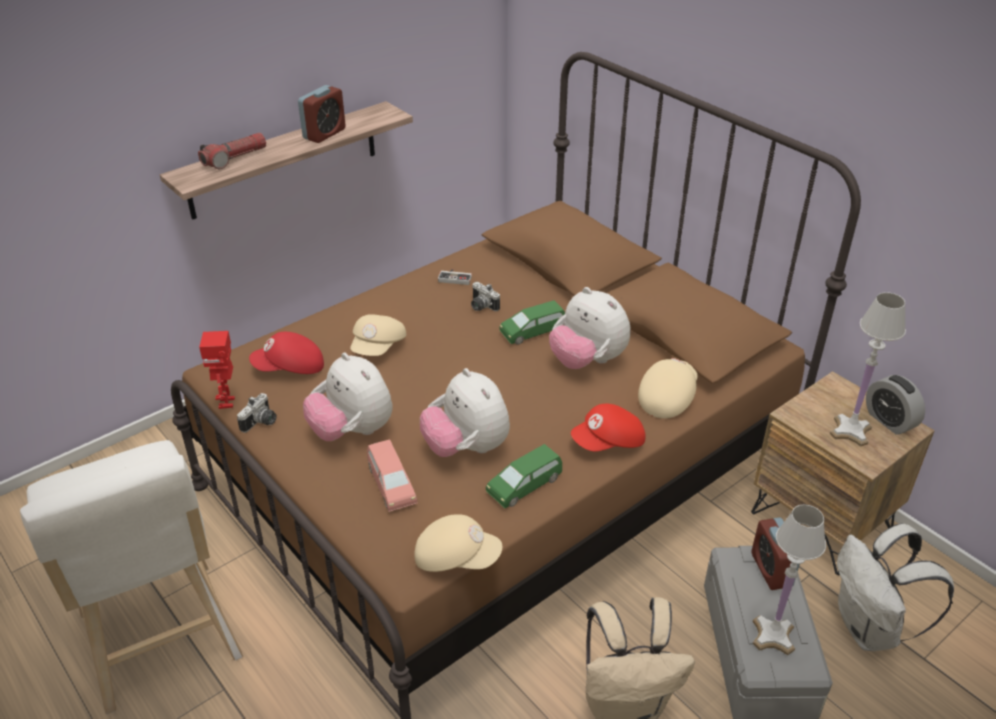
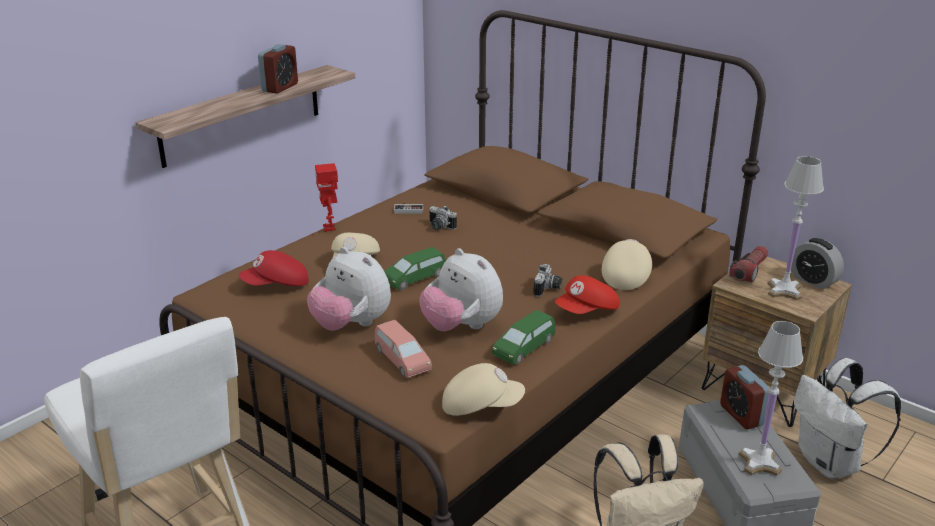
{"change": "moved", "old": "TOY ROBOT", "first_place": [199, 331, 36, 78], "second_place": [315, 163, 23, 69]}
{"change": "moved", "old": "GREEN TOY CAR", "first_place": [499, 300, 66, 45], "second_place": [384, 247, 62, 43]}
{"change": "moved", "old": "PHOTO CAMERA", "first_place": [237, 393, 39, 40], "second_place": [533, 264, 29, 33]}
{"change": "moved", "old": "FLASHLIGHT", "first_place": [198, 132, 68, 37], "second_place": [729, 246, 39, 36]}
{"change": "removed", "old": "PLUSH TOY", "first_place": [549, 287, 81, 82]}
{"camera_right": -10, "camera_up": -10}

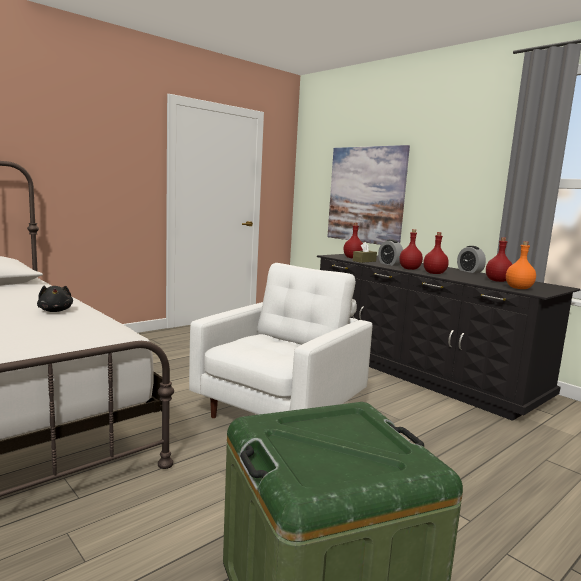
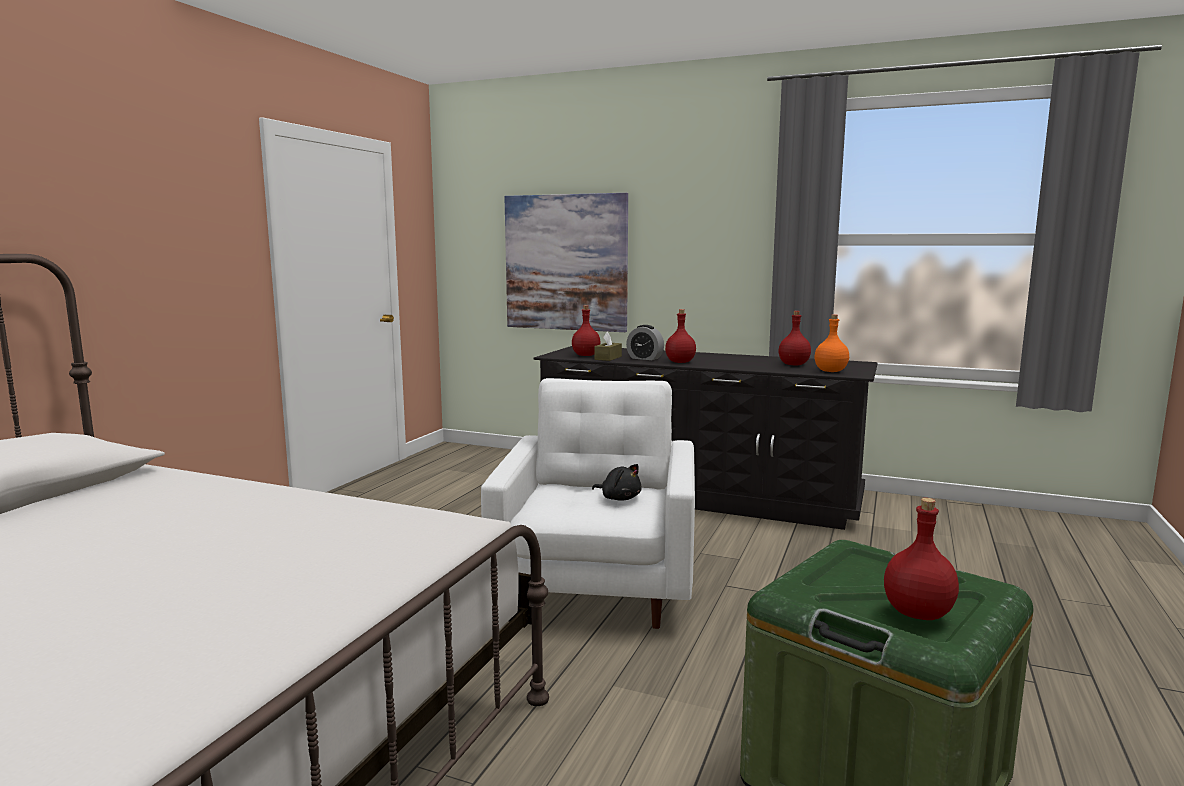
{"change": "moved", "old": "BLACK PLUSH TOY", "first_place": [37, 286, 36, 26], "second_place": [592, 464, 50, 37]}
{"change": "moved", "old": "RED BOTTLE", "first_place": [423, 232, 26, 42], "second_place": [884, 498, 75, 122]}
{"change": "removed", "old": "ALARM CLOCK", "first_place": [457, 246, 29, 27]}
{"camera_right": -25, "camera_up": 0}

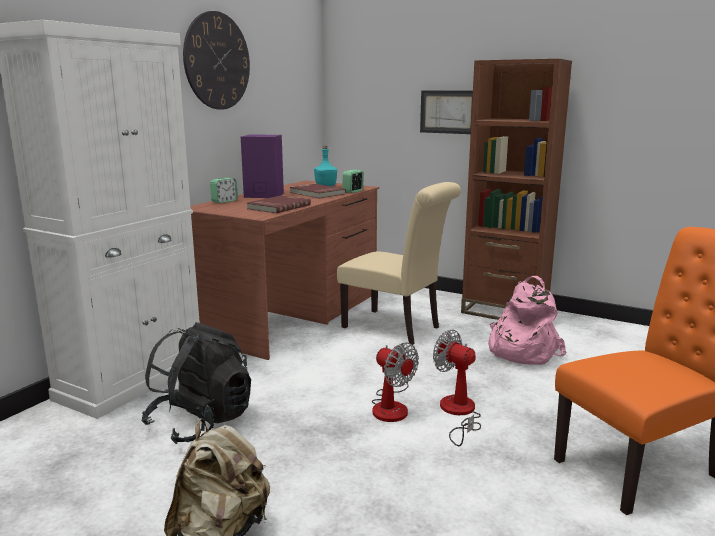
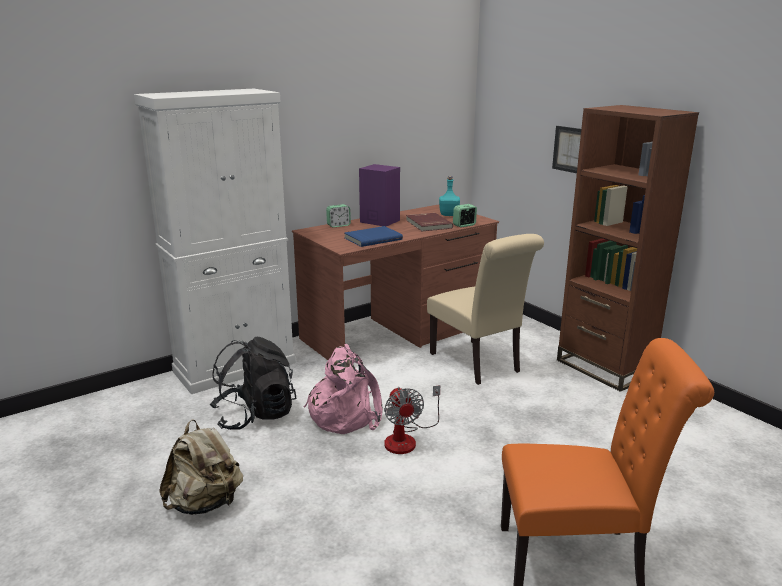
{"change": "moved", "old": "PINK BACKPACK", "first_place": [488, 276, 78, 89], "second_place": [304, 344, 79, 90]}
{"change": "recoloured", "old": "RED BOOK", "new": "BLUE BOOK", "first_place": [247, 195, 64, 18], "second_place": [345, 226, 58, 21]}
{"change": "removed", "old": "WALL CLOCK", "first_place": [183, 11, 67, 99]}
{"change": "removed", "old": "FAN", "first_place": [433, 330, 48, 116]}
{"camera_right": 25, "camera_up": 5}

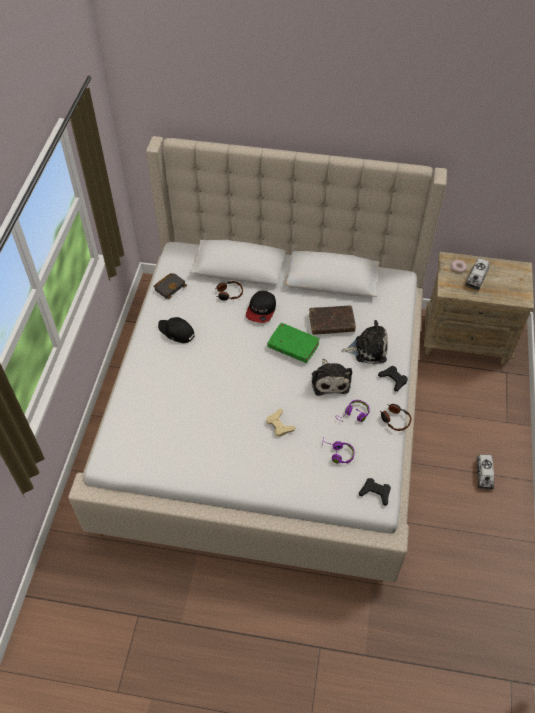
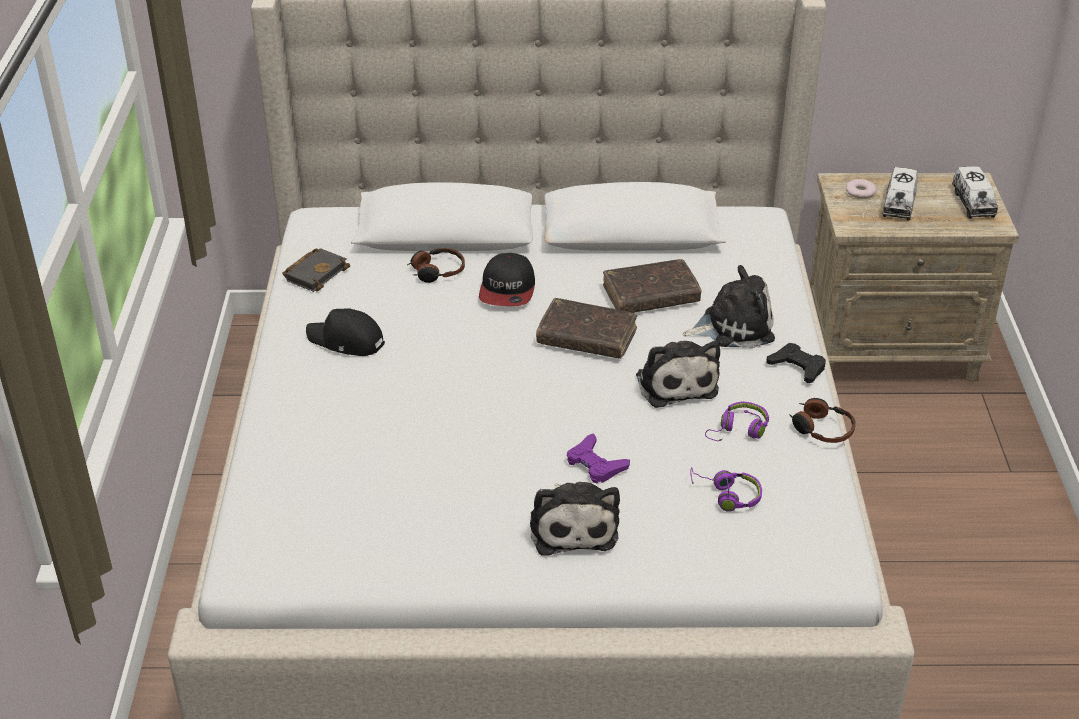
{"change": "added", "new": "PLUSH TOY", "second_place": [530, 482, 90, 74]}
{"change": "recoloured", "old": "GREEN BOOK", "new": "BROWN BOOK", "first_place": [267, 323, 53, 40], "second_place": [536, 298, 101, 61]}
{"change": "recoloured", "old": "BEIGE GAME CONTROLLER", "new": "PURPLE GAME CONTROLLER", "first_place": [266, 409, 30, 28], "second_place": [567, 433, 63, 50]}
{"change": "moved", "old": "TOY TRUCK", "first_place": [477, 454, 17, 36], "second_place": [952, 166, 46, 53]}
{"change": "removed", "old": "BLACK GAME CONTROLLER", "first_place": [359, 478, 32, 28]}
{"camera_right": -10, "camera_up": -15}

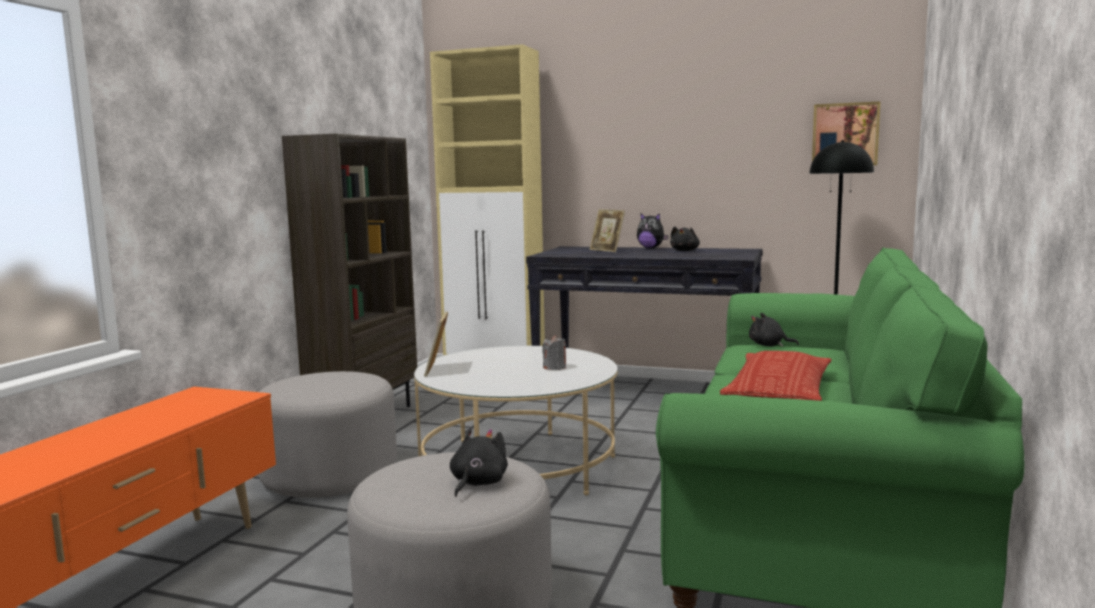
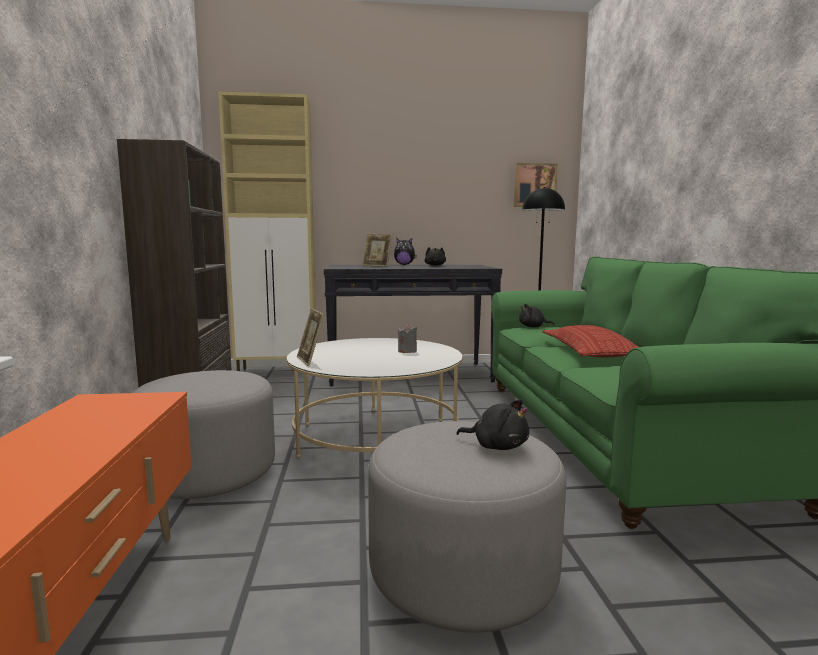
{"change": "turned", "old": "BLACK PLUSH TOY", "first_place": [450, 428, 58, 69], "second_place": [456, 400, 73, 50], "degrees": 120}
{"camera_right": -25, "camera_up": 0}

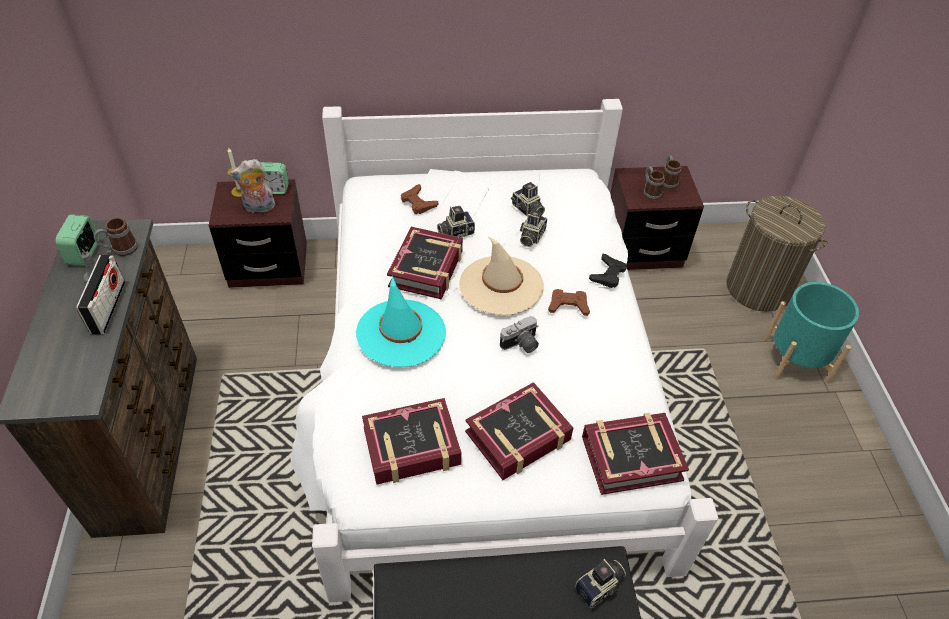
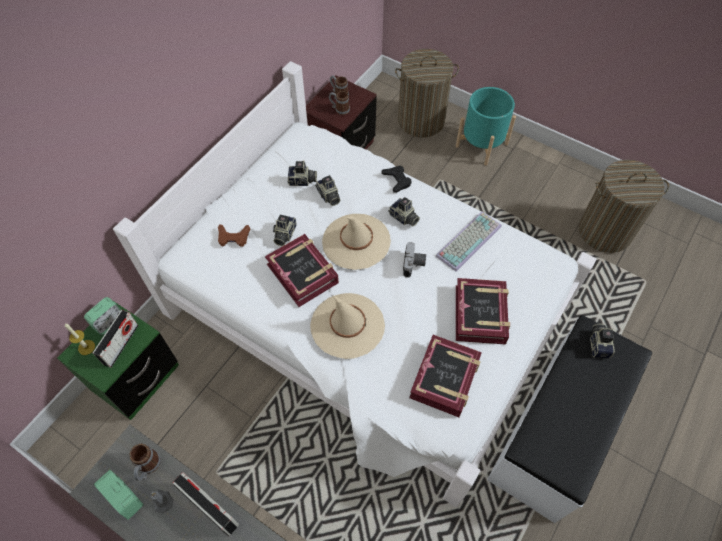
{"change": "recoloured", "old": "BROWN NIGHTSTAND", "new": "GREEN NIGHTSTAND", "first_place": [209, 179, 98, 109], "second_place": [57, 302, 122, 118]}
{"change": "replaced", "old": "PLUSH TOY", "new": "RADIO", "first_place": [230, 159, 45, 54], "second_place": [93, 310, 46, 58]}
{"change": "recoloured", "old": "TURQUOISE HAT", "new": "BEIGE HAT", "first_place": [356, 275, 90, 92], "second_place": [310, 293, 75, 66]}
{"change": "replaced", "old": "BROWN GAME CONTROLLER", "new": "PHOTO CAMERA", "first_place": [548, 289, 42, 27], "second_place": [388, 197, 32, 29]}
{"change": "added", "new": "KEYBOARD", "second_place": [436, 211, 66, 60]}
{"change": "added", "new": "LAUNDRY BASKET", "second_place": [579, 160, 90, 93]}
{"change": "removed", "old": "BOOK", "first_place": [582, 413, 107, 82]}
{"camera_right": -50, "camera_up": 10}

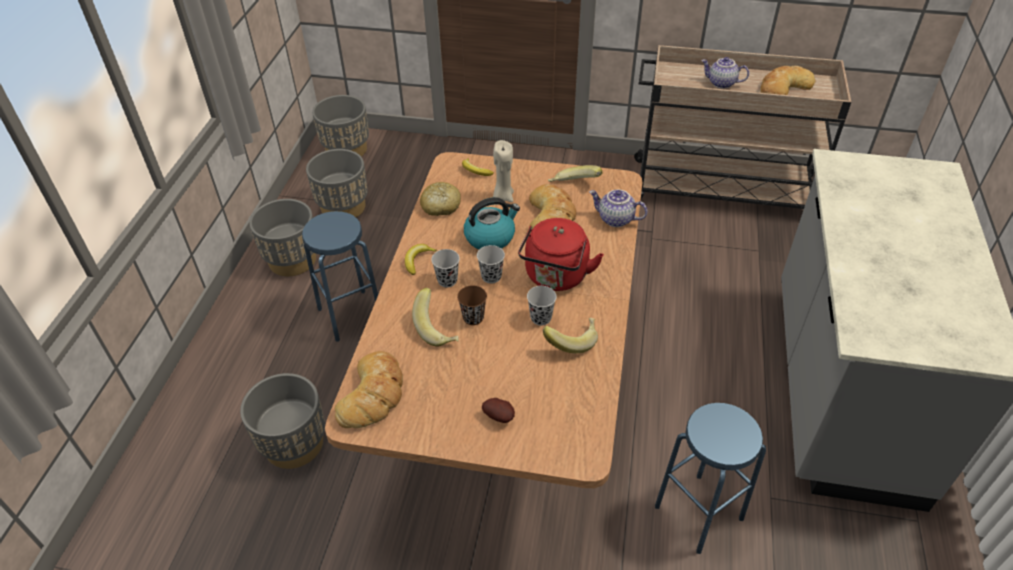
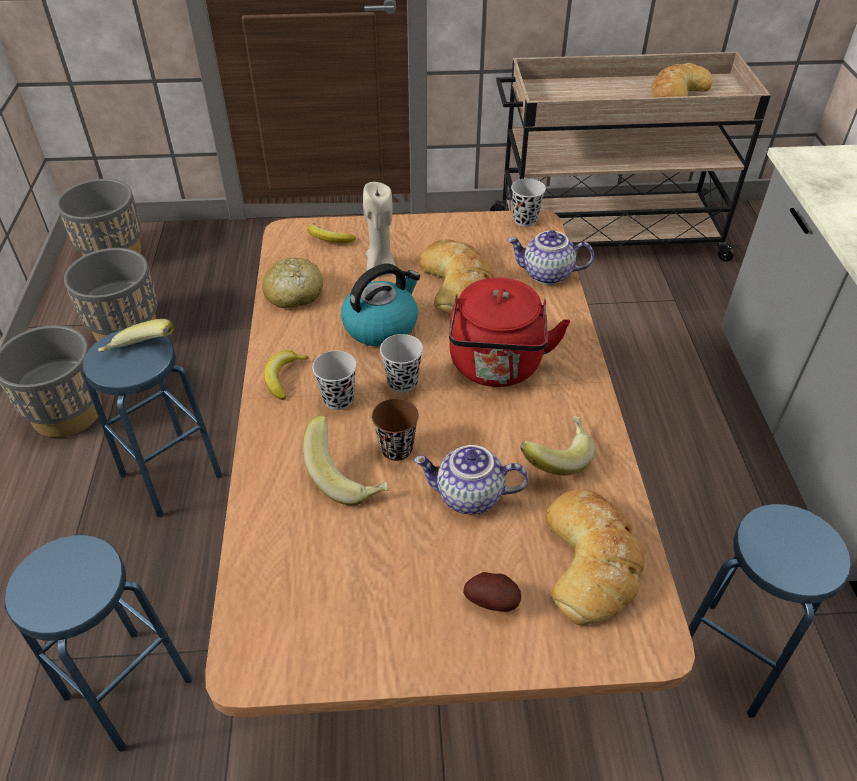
{"change": "replaced", "old": "GREY PLANTER", "new": "BLUE STOOL", "first_place": [240, 373, 85, 96], "second_place": [4, 535, 188, 217]}
{"change": "moved", "old": "BANANA", "first_place": [548, 165, 55, 17], "second_place": [98, 319, 76, 33]}
{"change": "moved", "old": "TEAPOT", "first_place": [701, 57, 48, 32], "second_place": [414, 445, 114, 69]}
{"change": "moved", "old": "BLACK CUP", "first_place": [527, 286, 30, 40], "second_place": [511, 178, 35, 49]}
{"change": "moved", "old": "BREAD", "first_place": [335, 351, 68, 77], "second_place": [545, 489, 99, 137]}
{"camera_right": -15, "camera_up": 0}

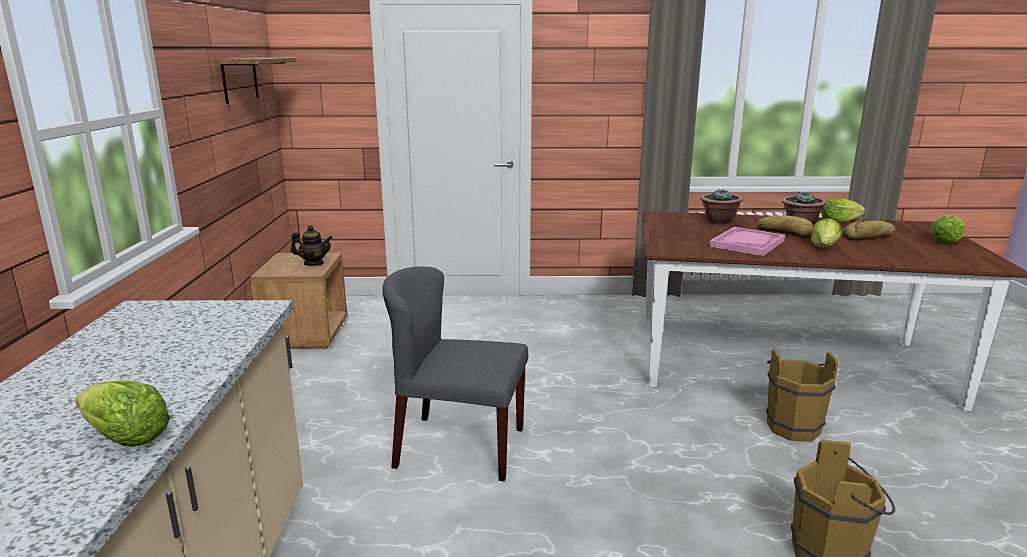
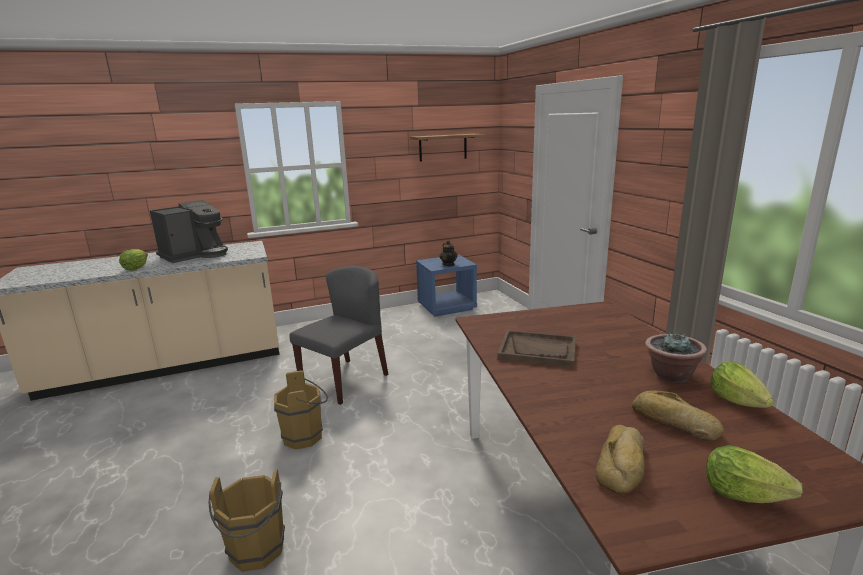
{"change": "added", "new": "COFFEE MACHINE", "second_place": [150, 200, 78, 63]}
{"change": "moved", "old": "BROWN BUCKET", "first_place": [766, 350, 72, 92], "second_place": [274, 370, 54, 79]}
{"change": "turned", "old": "GREY CHAIR", "first_place": [382, 266, 146, 216], "second_place": [289, 266, 99, 139], "degrees": 45}
{"change": "recoloured", "old": "BROWN NIGHTSTAND", "new": "BLUE NIGHTSTAND", "first_place": [250, 253, 98, 96], "second_place": [416, 255, 61, 62]}
{"change": "recoloured", "old": "PINK TRAY", "new": "BROWN TRAY", "first_place": [710, 227, 75, 29], "second_place": [498, 330, 78, 38]}
{"change": "moved", "old": "BREAD", "first_place": [757, 215, 56, 23], "second_place": [595, 425, 50, 69]}
{"change": "removed", "old": "POTTED PLANT", "first_place": [701, 189, 42, 36]}
{"change": "removed", "old": "LETTUCE", "first_place": [811, 218, 31, 29]}
{"camera_right": 70, "camera_up": 0}

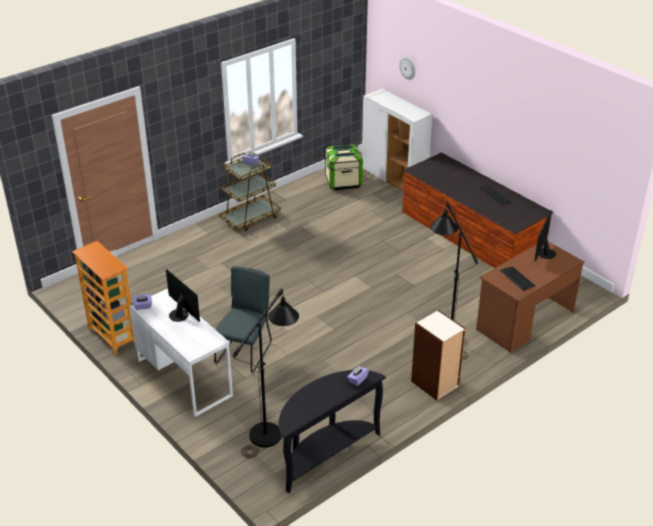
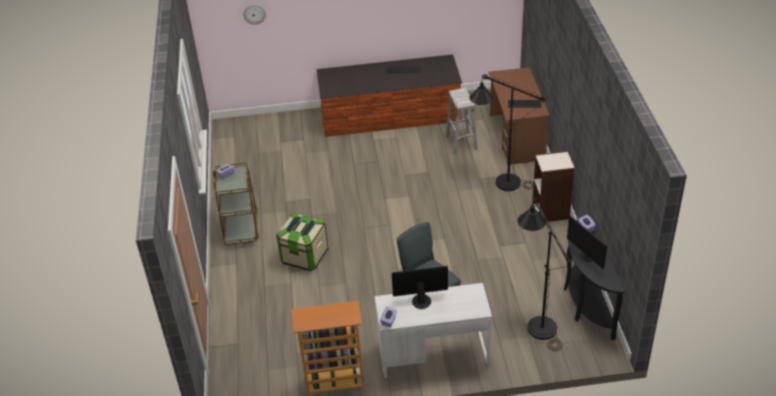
{"change": "moved", "old": "STORAGE BOX", "first_place": [325, 144, 38, 46], "second_place": [276, 213, 52, 58]}
{"change": "added", "new": "WHITE STOOL", "second_place": [446, 88, 32, 66]}
{"change": "moved", "old": "MONITOR", "first_place": [534, 210, 22, 52], "second_place": [567, 215, 40, 54]}
{"change": "removed", "old": "WHITE CABINET", "first_place": [362, 89, 70, 102]}
{"camera_right": -55, "camera_up": 5}

